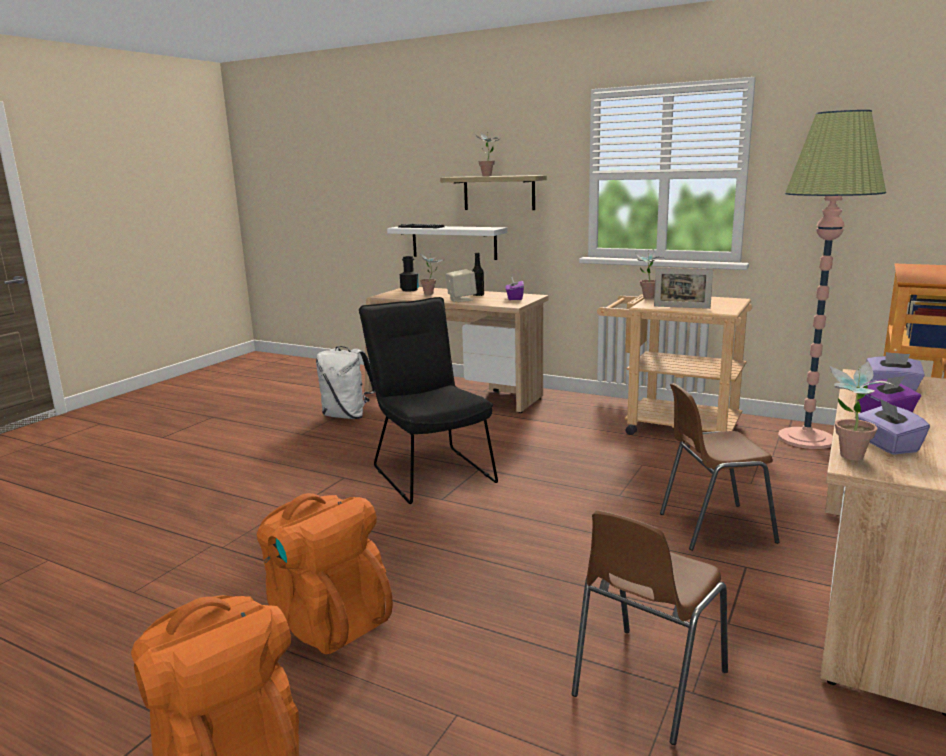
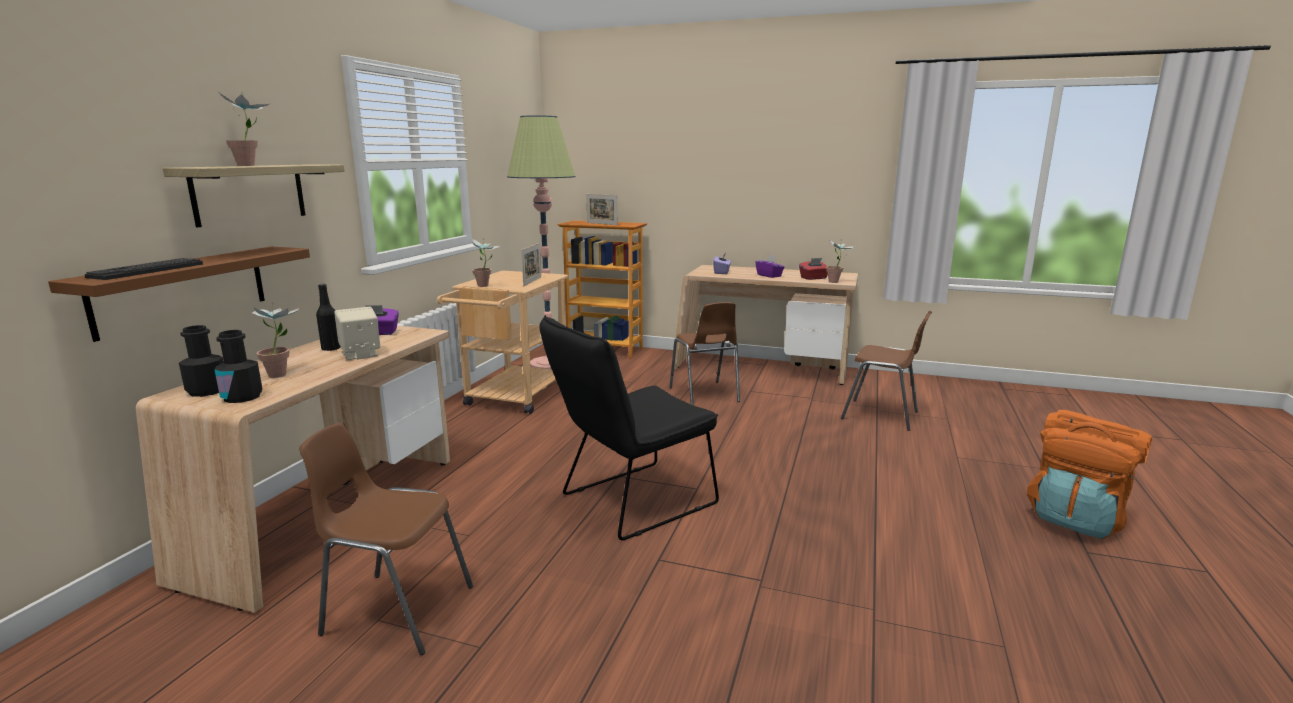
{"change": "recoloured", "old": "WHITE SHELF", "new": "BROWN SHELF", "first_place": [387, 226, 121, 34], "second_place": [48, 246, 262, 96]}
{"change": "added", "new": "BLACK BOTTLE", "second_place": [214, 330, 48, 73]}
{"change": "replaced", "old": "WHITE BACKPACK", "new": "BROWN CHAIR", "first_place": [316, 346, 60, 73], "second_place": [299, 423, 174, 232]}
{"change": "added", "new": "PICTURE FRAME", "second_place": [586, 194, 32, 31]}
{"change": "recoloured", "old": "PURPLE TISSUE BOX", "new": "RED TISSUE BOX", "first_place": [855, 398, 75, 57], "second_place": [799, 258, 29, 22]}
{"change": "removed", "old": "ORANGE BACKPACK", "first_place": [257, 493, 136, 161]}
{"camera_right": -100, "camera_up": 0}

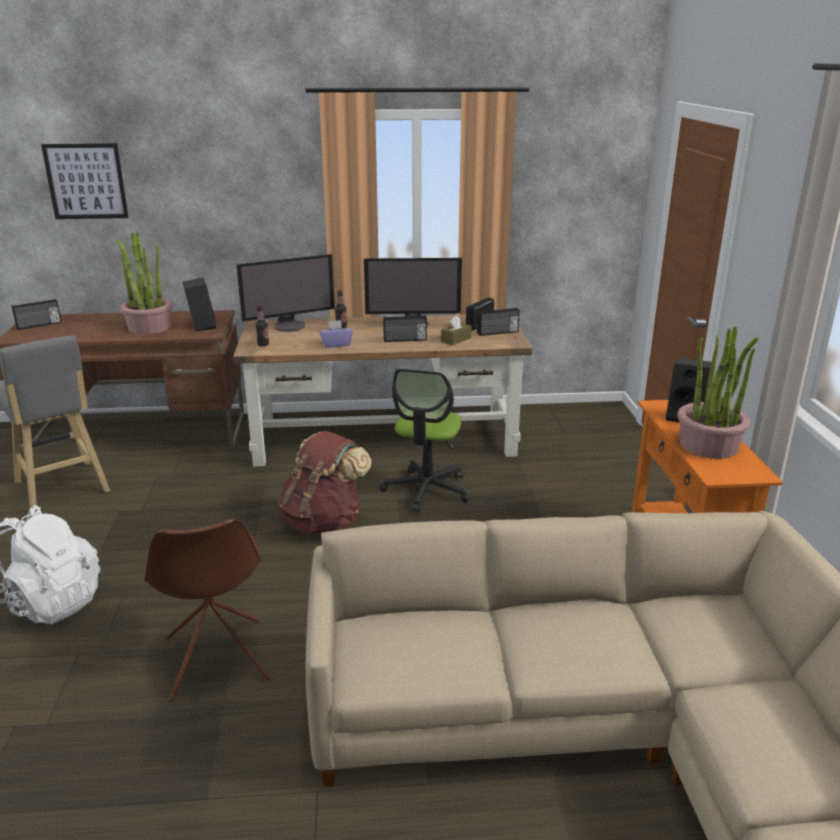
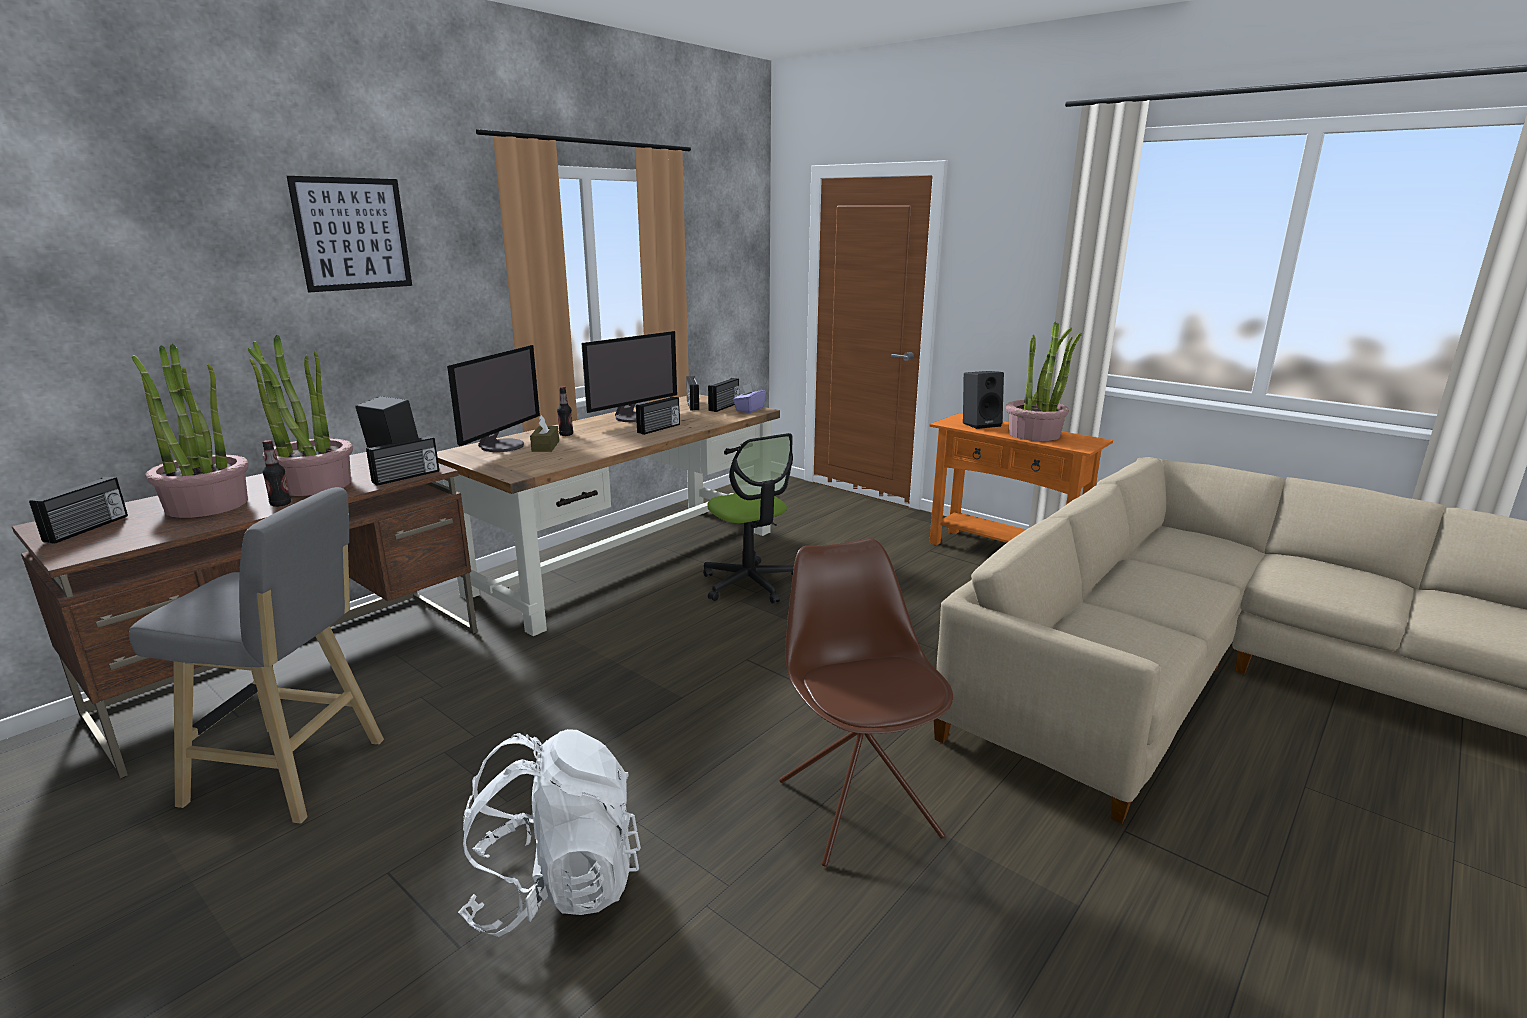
{"change": "added", "new": "POTTED PLANT", "second_place": [132, 344, 117, 174]}
{"change": "moved", "old": "BOTTLE", "first_place": [255, 305, 14, 41], "second_place": [262, 440, 29, 67]}
{"change": "moved", "old": "PICTURE", "first_place": [41, 143, 88, 76], "second_place": [287, 176, 125, 117]}
{"change": "added", "new": "RADIO", "second_place": [366, 436, 73, 50]}
{"change": "moved", "old": "BROWN TISSUE BOX", "first_place": [441, 316, 31, 29], "second_place": [530, 415, 29, 37]}
{"change": "moved", "old": "PURPLE TISSUE BOX", "first_place": [319, 320, 34, 28], "second_place": [733, 383, 33, 30]}
{"change": "turned", "old": "BROWN CHAIR", "first_place": [144, 519, 127, 183], "second_place": [779, 538, 174, 329], "degrees": -135}
{"change": "removed", "old": "BROWN BACKPACK", "first_place": [279, 431, 93, 103]}
{"camera_right": -45, "camera_up": -5}

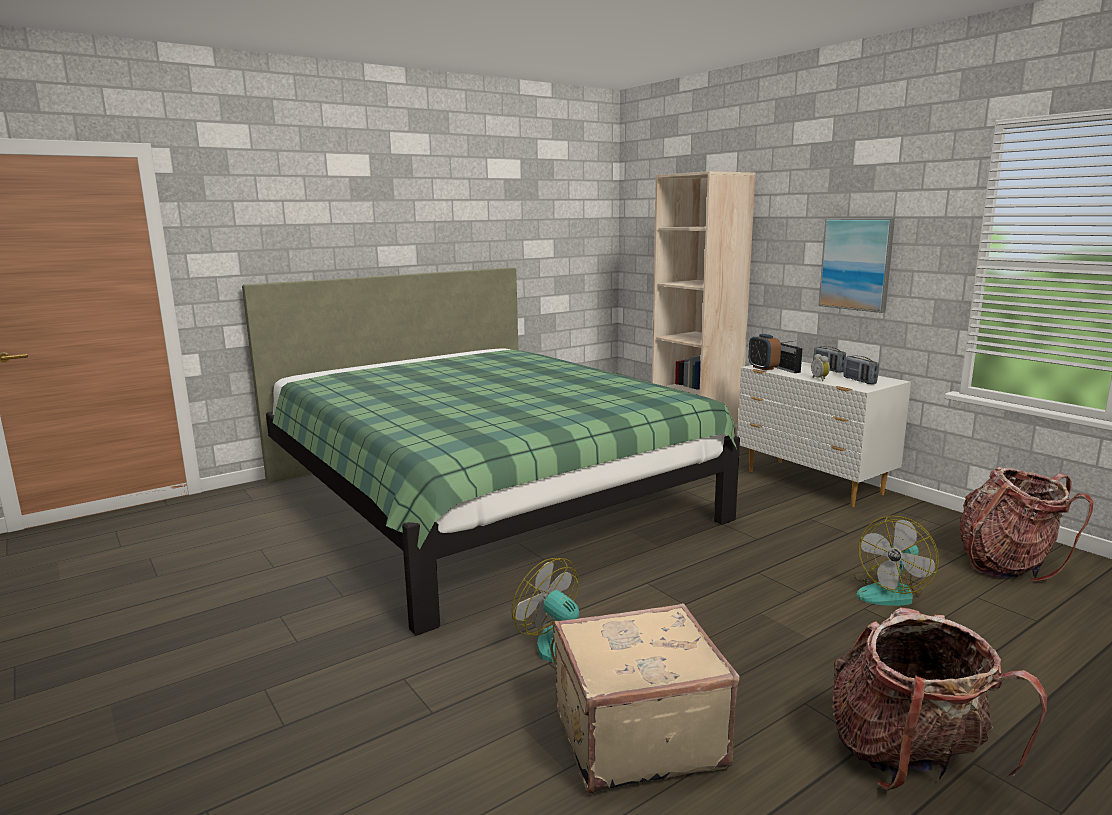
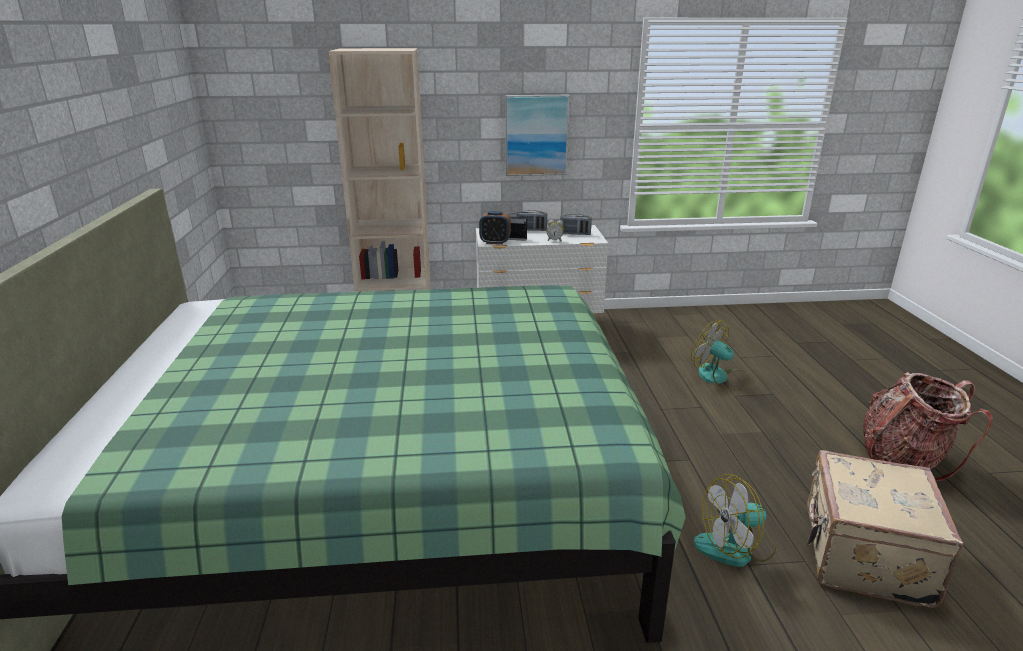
{"change": "turned", "old": "FAN", "first_place": [853, 516, 86, 90], "second_place": [691, 321, 58, 70], "degrees": 150}
{"change": "removed", "old": "BACKPACK", "first_place": [959, 467, 135, 115]}
{"camera_right": -60, "camera_up": 10}

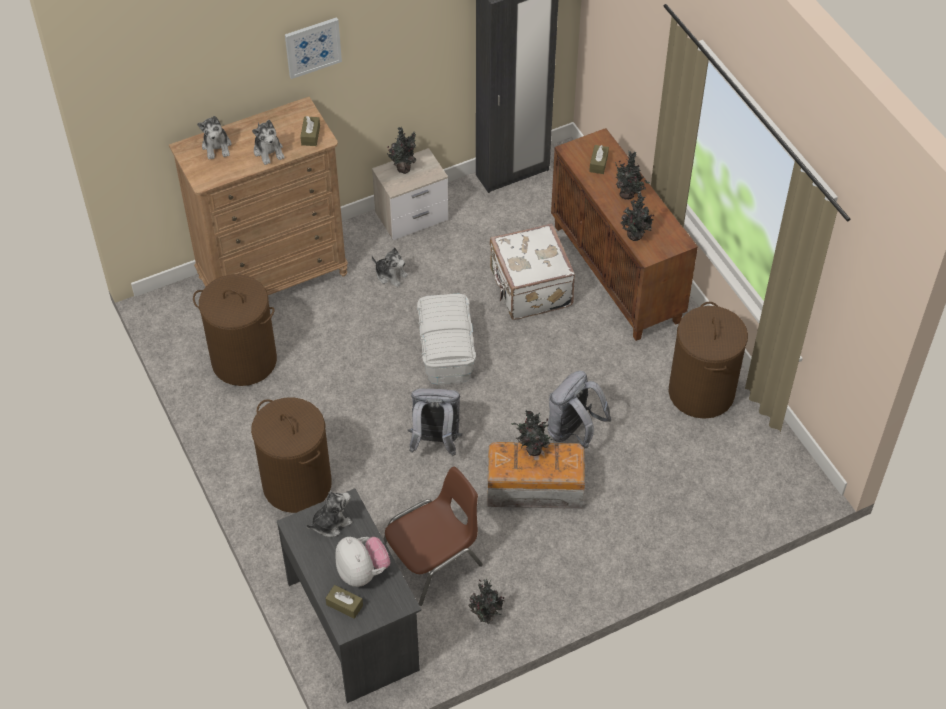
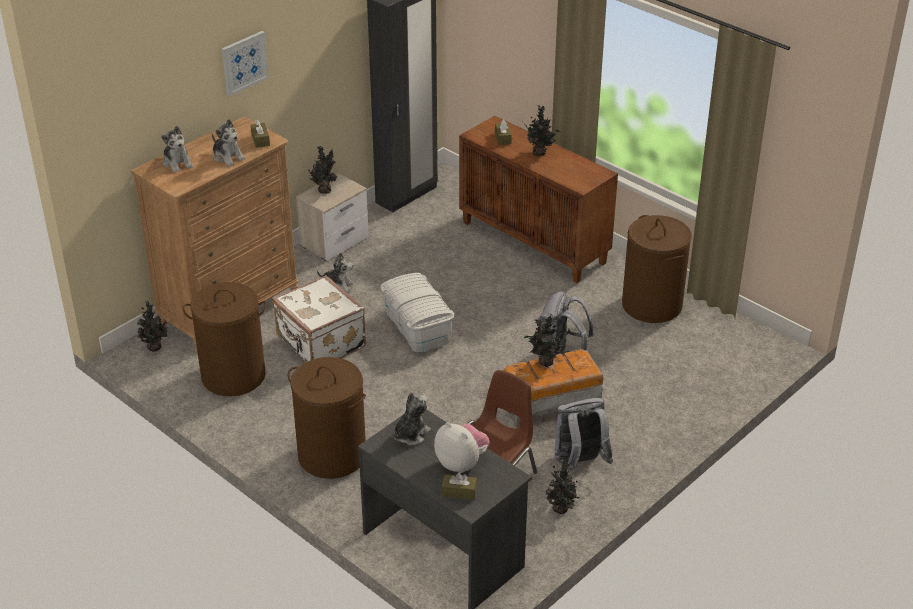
{"change": "moved", "old": "POTTED PLANT", "first_place": [620, 191, 34, 50], "second_place": [137, 300, 31, 52]}
{"change": "moved", "old": "WHITE SUITCASE", "first_place": [490, 223, 85, 97], "second_place": [272, 275, 94, 87]}
{"change": "moved", "old": "GREY BACKPACK", "first_place": [408, 388, 54, 68], "second_place": [555, 398, 58, 73]}
{"camera_right": -20, "camera_up": -15}

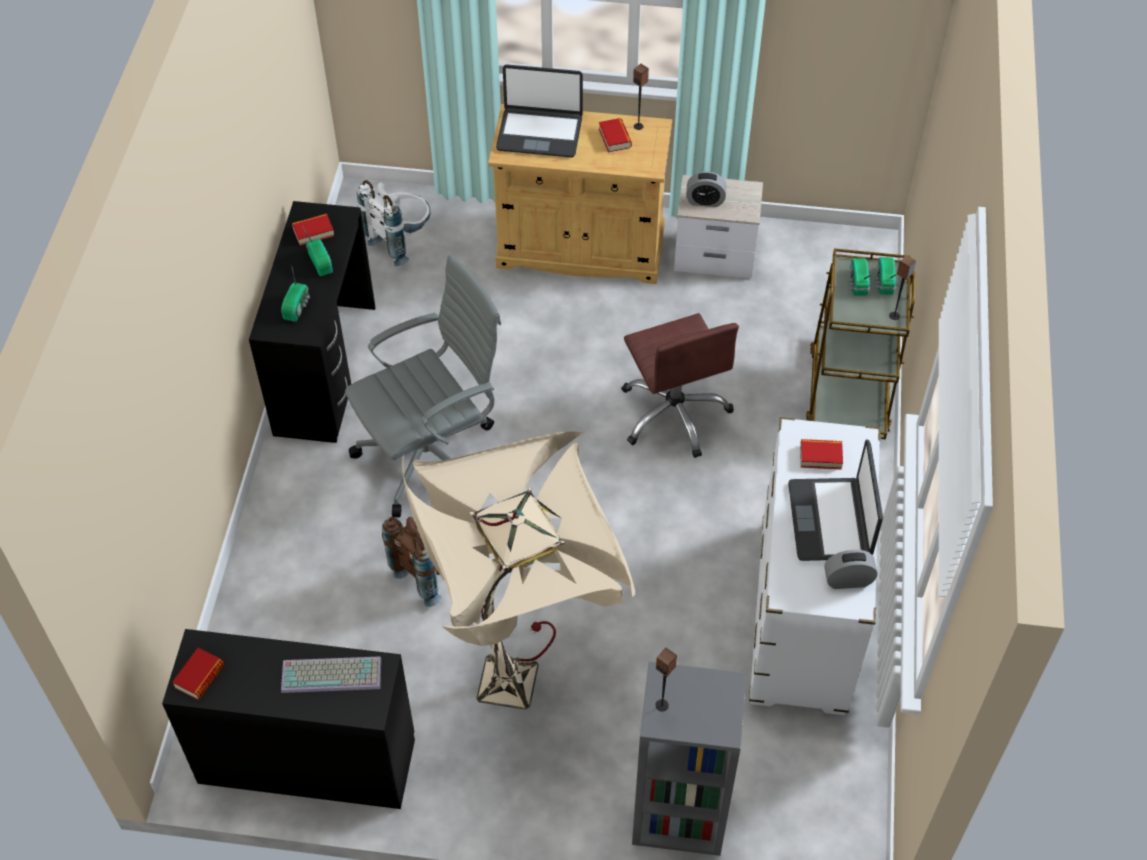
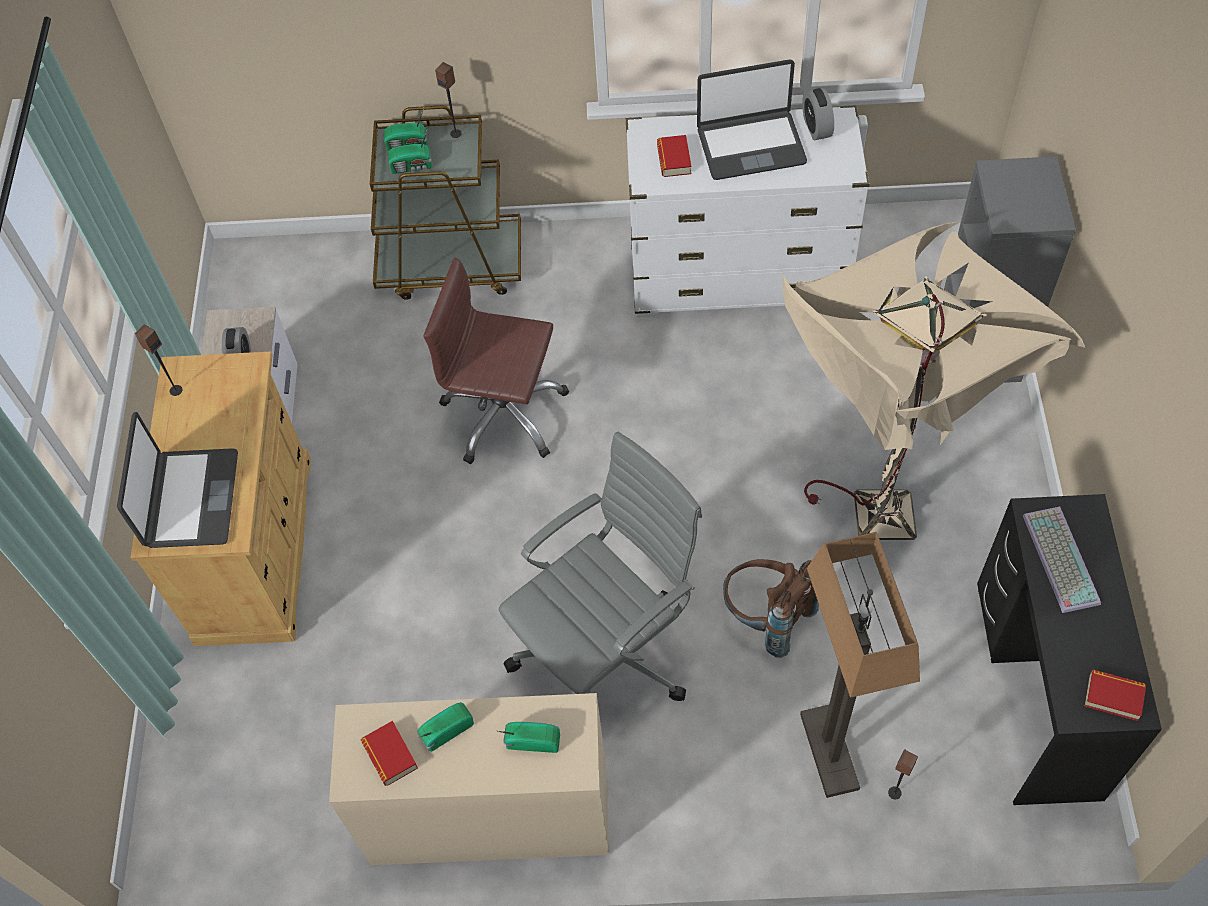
{"change": "recoloured", "old": "BLACK DESK", "new": "BEIGE DESK", "first_place": [249, 201, 127, 242], "second_place": [329, 693, 280, 172]}
{"change": "turned", "old": "BROWN OFFICE CHAIR", "first_place": [622, 313, 117, 145], "second_place": [424, 257, 145, 207], "degrees": -135}
{"change": "turned", "old": "GREY OFFICE CHAIR", "first_place": [345, 255, 156, 262], "second_place": [499, 431, 203, 270], "degrees": 90}
{"change": "added", "new": "FLOOR LAMP", "second_place": [800, 532, 120, 266]}
{"change": "moved", "old": "SPEAKER", "first_place": [655, 647, 22, 64], "second_place": [888, 749, 30, 50]}
{"change": "removed", "old": "WHITE BACKPACK", "first_place": [357, 180, 73, 86]}
{"change": "removed", "old": "BOOK", "first_place": [599, 118, 33, 34]}
{"camera_right": -95, "camera_up": 5}

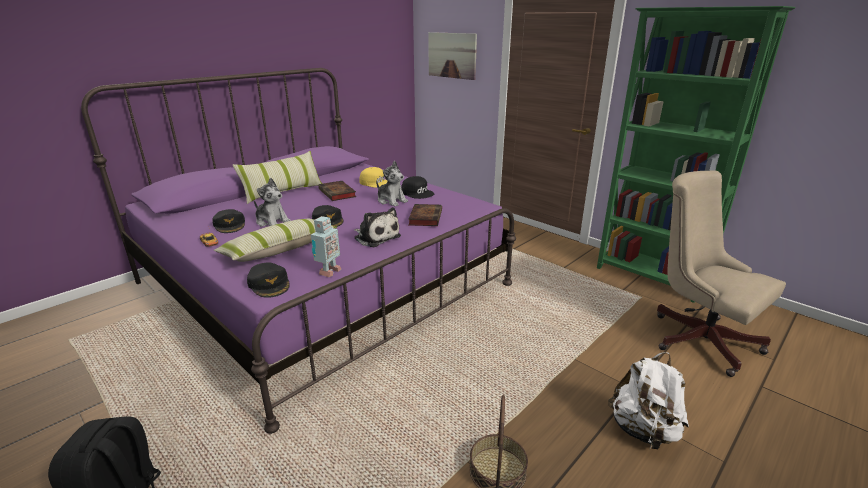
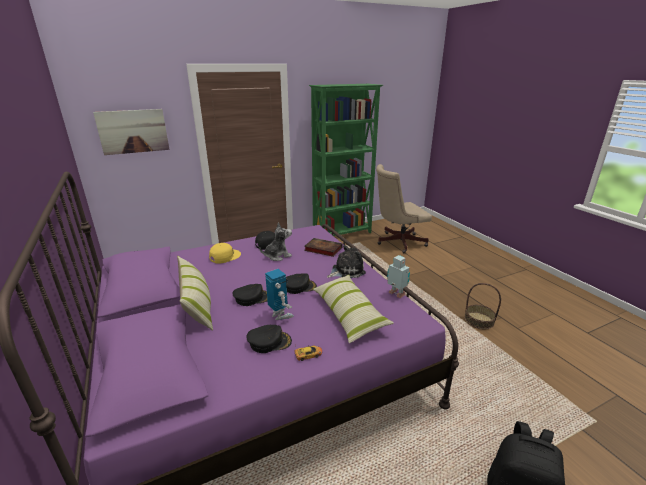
{"change": "moved", "old": "BLACK CAP", "first_place": [247, 262, 43, 36], "second_place": [233, 284, 34, 22]}
{"change": "replaced", "old": "PLUSH TOY", "new": "TOY ROBOT", "first_place": [254, 178, 37, 49], "second_place": [265, 269, 29, 51]}
{"change": "removed", "old": "BOOK", "first_place": [318, 181, 38, 20]}
{"change": "removed", "old": "WHITE BACKPACK", "first_place": [608, 352, 81, 97]}
{"camera_right": -70, "camera_up": 0}

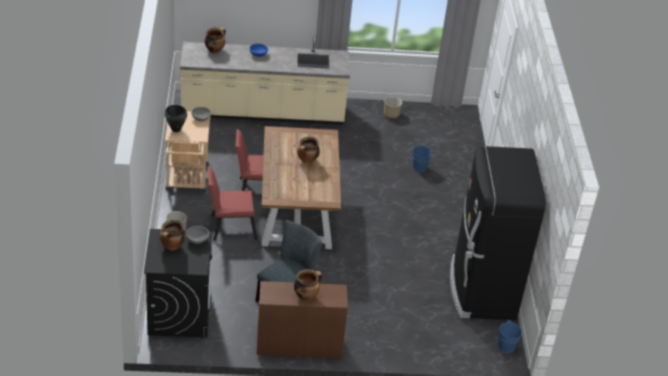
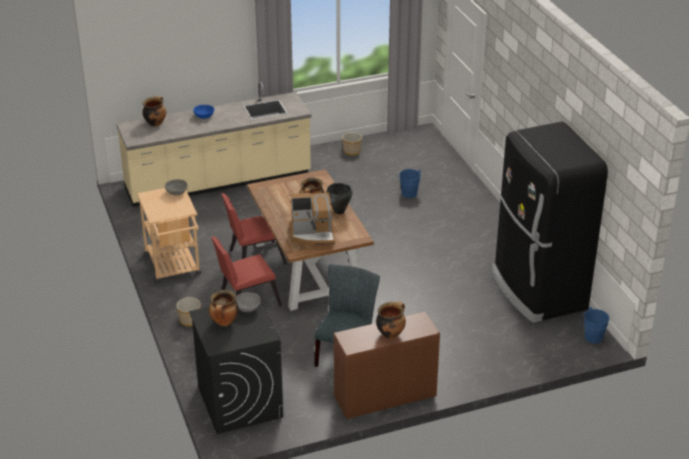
{"change": "added", "new": "COFFEE MACHINE", "second_place": [289, 193, 46, 53]}
{"change": "moved", "old": "BLACK COOKING POT", "first_place": [165, 105, 22, 27], "second_place": [326, 183, 27, 31]}
{"camera_right": -15, "camera_up": -5}

